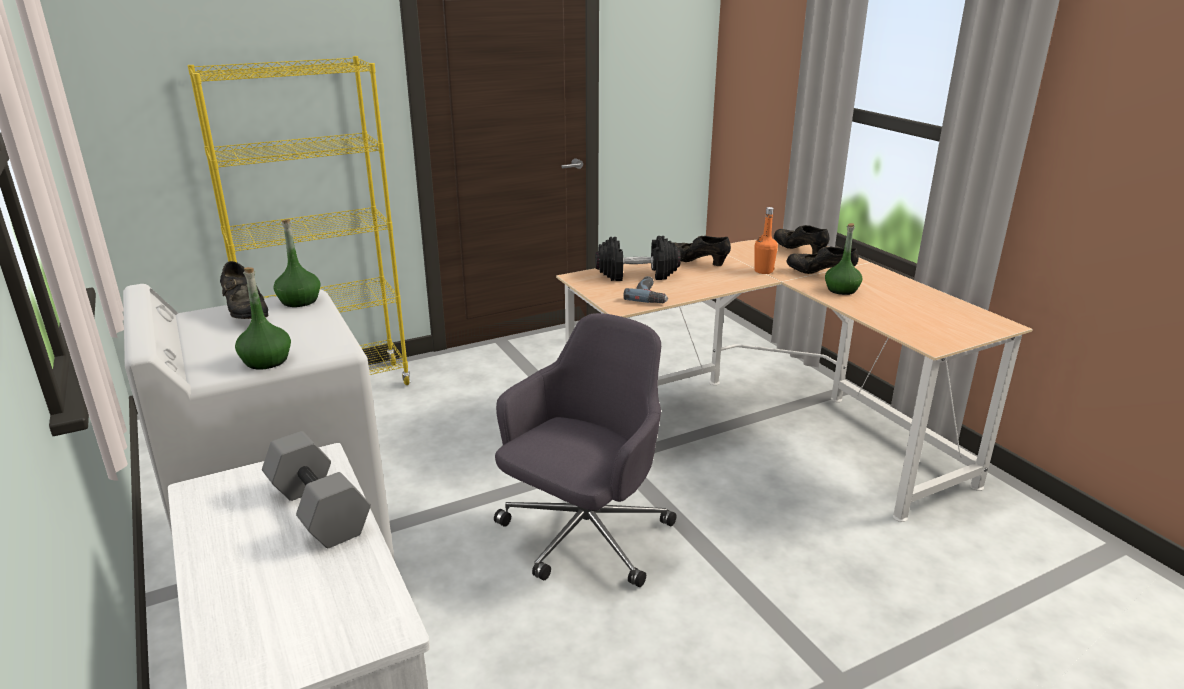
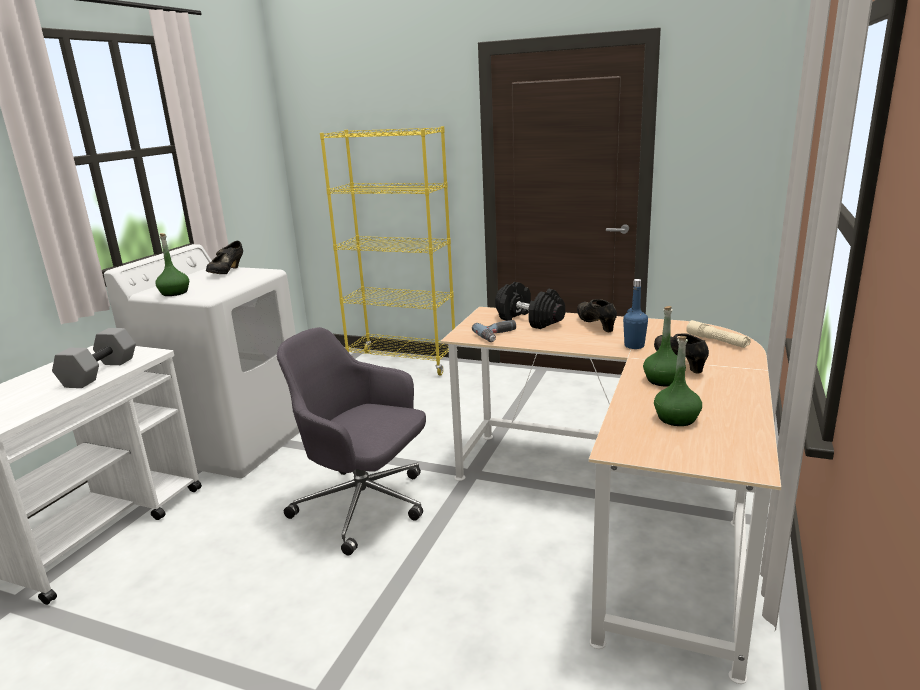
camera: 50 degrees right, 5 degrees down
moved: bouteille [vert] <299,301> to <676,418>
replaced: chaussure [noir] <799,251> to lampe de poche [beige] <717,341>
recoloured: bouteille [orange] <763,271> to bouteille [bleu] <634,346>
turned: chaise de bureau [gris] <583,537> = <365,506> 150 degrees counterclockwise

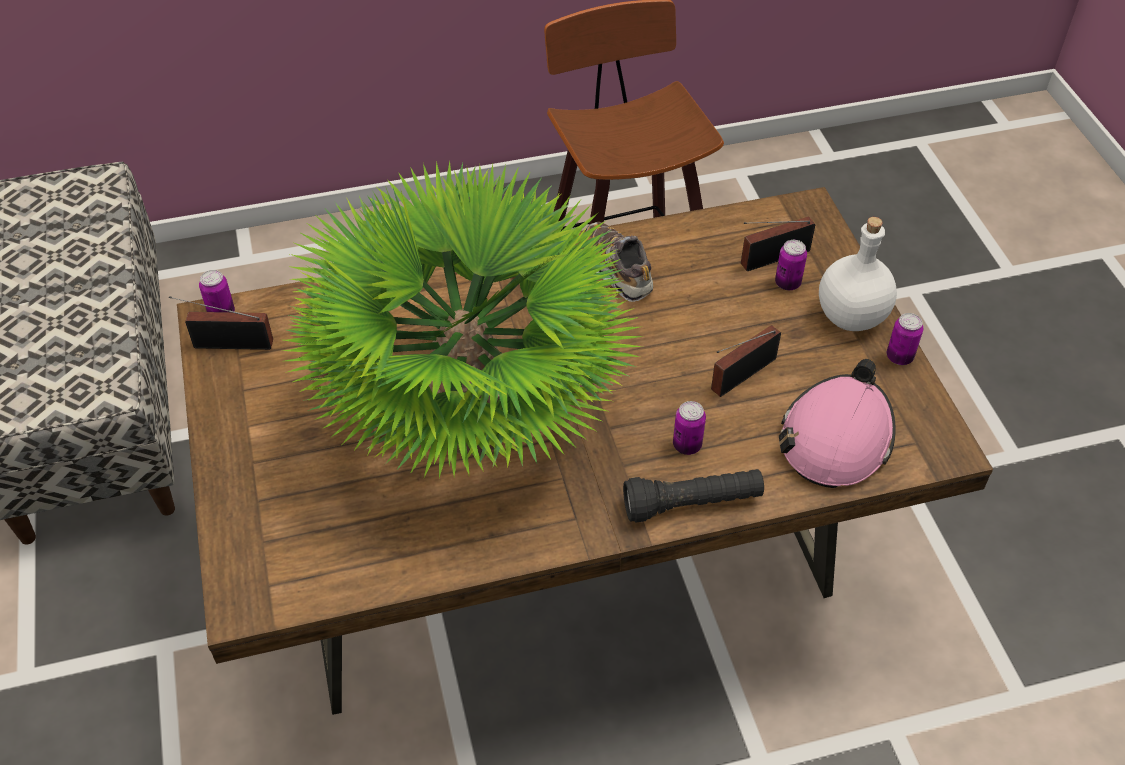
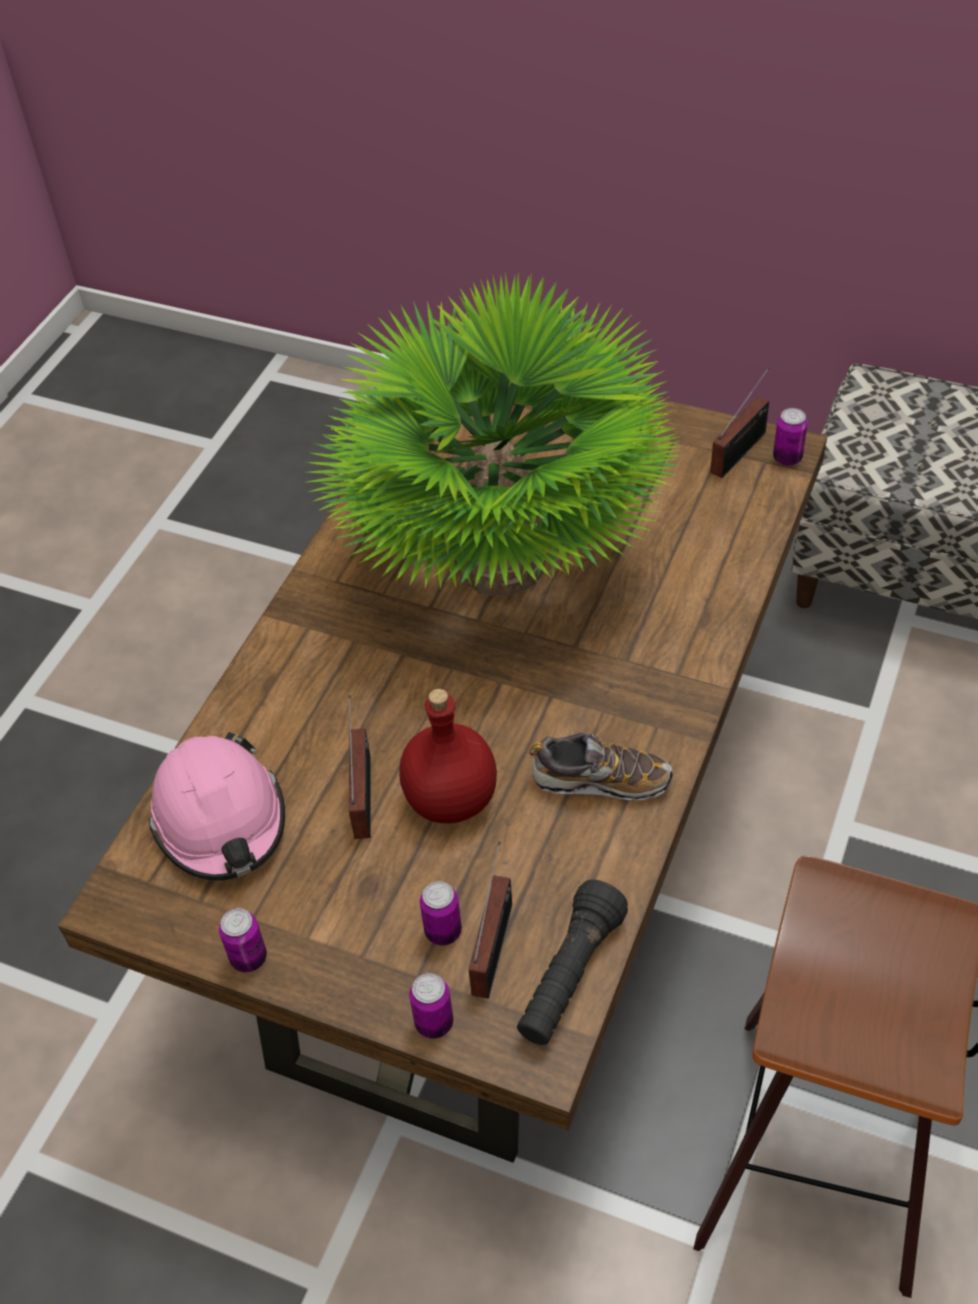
camera: 130 degrees right, 0 degrees up
removed: bouteille [blanc] <851,315>
added: bouteille [rouge] <449,799>
moved: lampe de poche [noir] <692,504> to <570,976>; boîte métallique <687,445> to <434,1023>

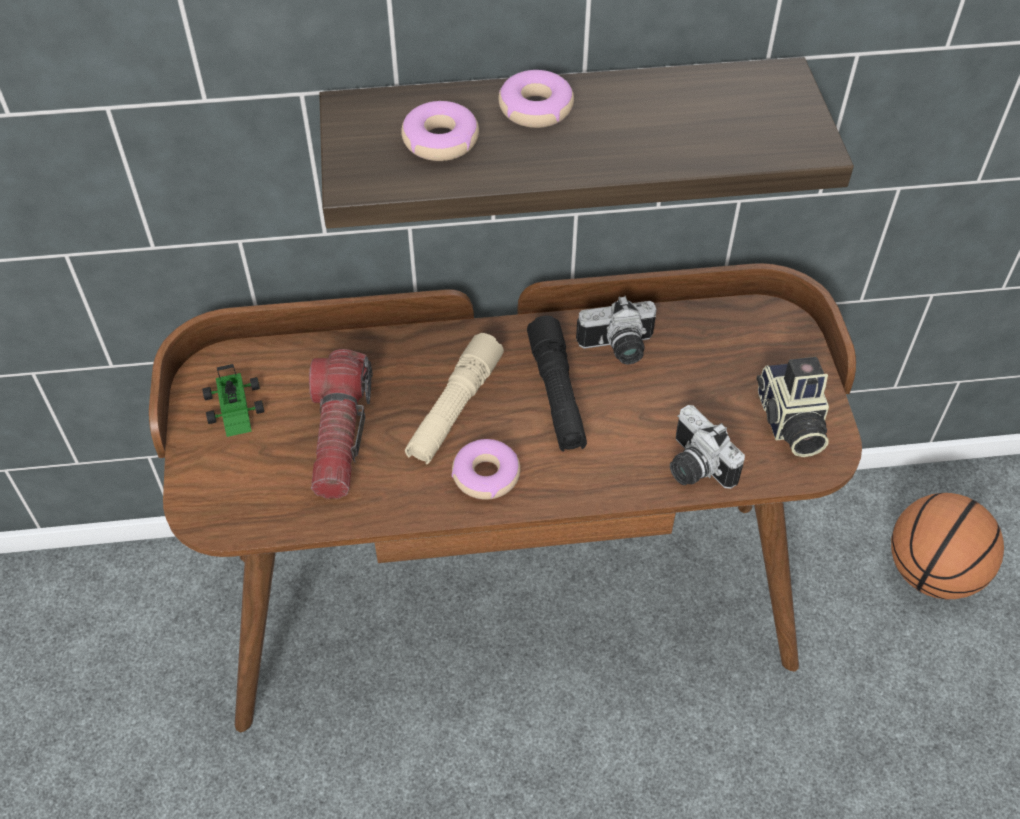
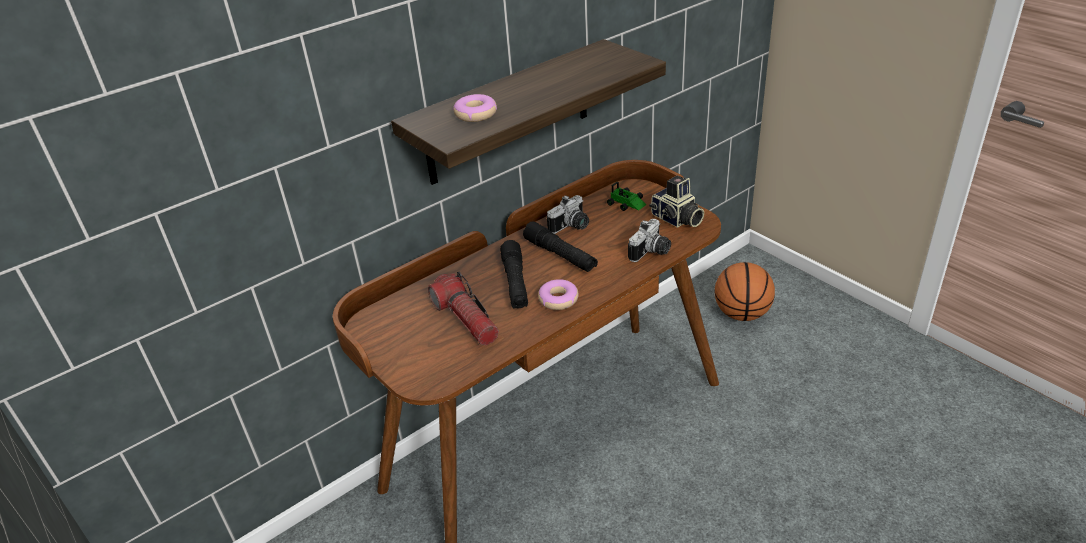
camera: 30 degrees left, 15 degrees down
removed: beignet <535,108>
moved: petite voiture <235,410> to <628,203>
recoloured: lampe de poche [beige] <454,409> to lampe de poche [noir] <515,283>
turned: appareil photo <693,467> = <652,253> 75 degrees counterclockwise

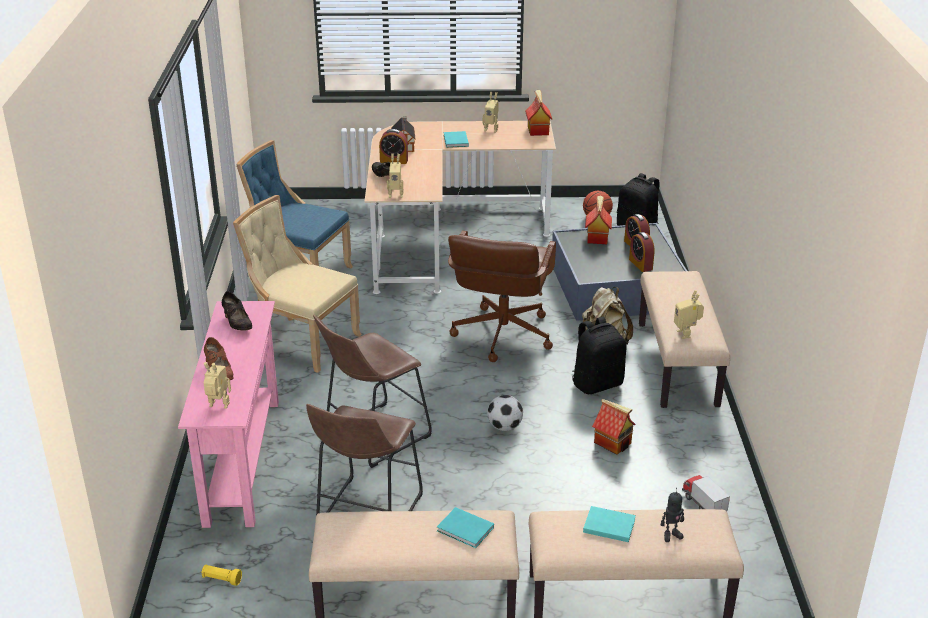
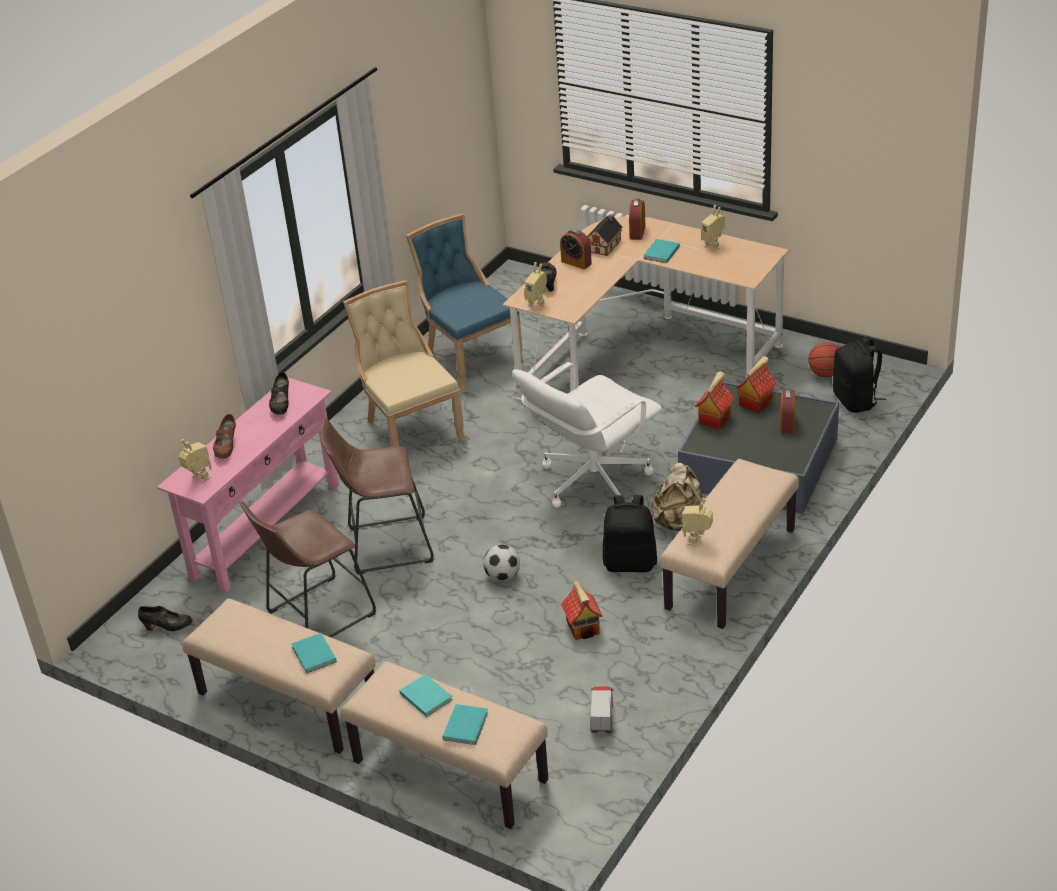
camera: 35 degrees right, 5 degrees up
moved: maison miniature <537,130> to <714,418>; réveil <640,264> to <637,232>
replaced: lampe de poche [jaune] <221,579> to chaussure [noir] <167,627>; robot jouet <671,535> to livre [turquoise] <466,725>
recoloured: chaise de bureau [marron] <502,335> to chaise de bureau [blanc] <592,481>

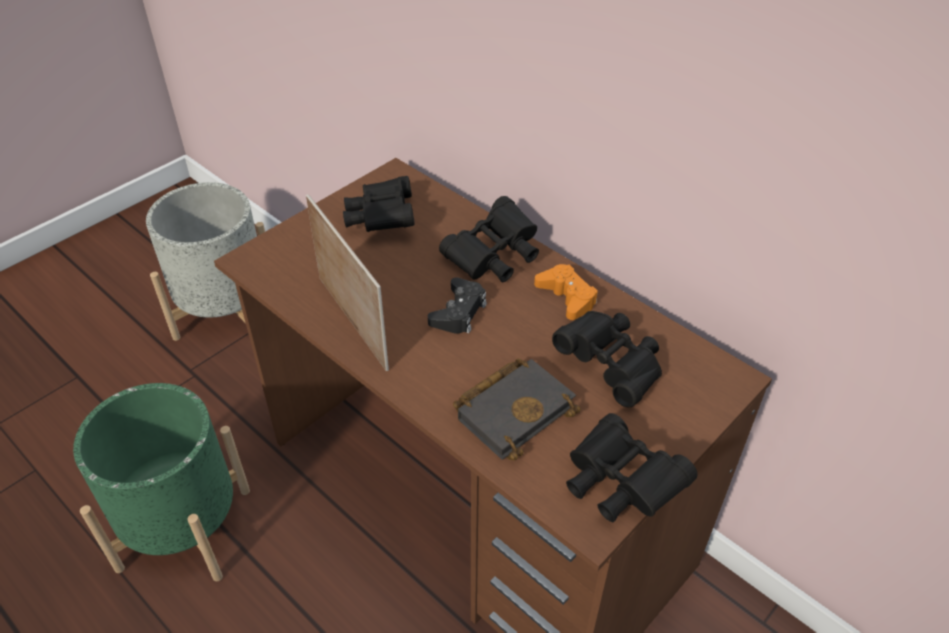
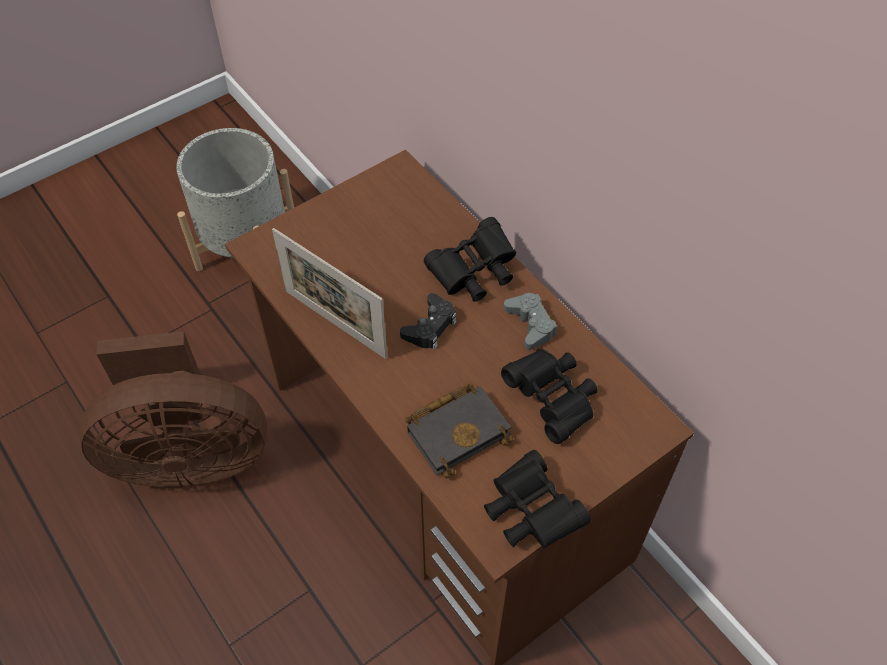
camera: 10 degrees right, 10 degrees up
removed: jumelles [noir] <381,219>
replaced: cache-pot [vert] <184,528> to ventilateur [marron] <188,455>
recoloured: manette [orange] <567,297> to manette [gris] <530,324>
turned: cadre photo <352,322> = <335,324> 150 degrees clockwise

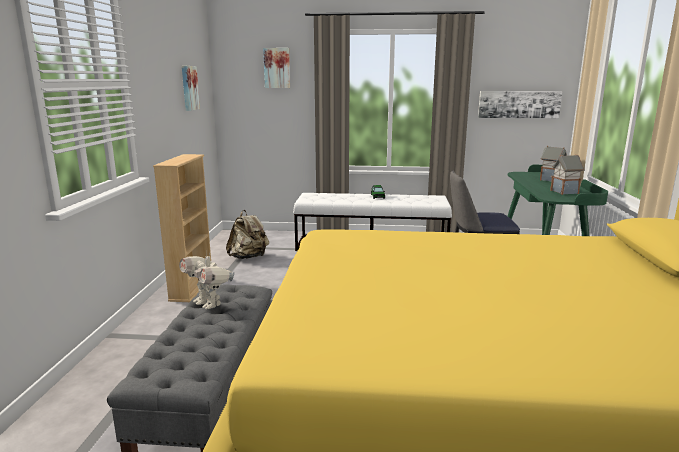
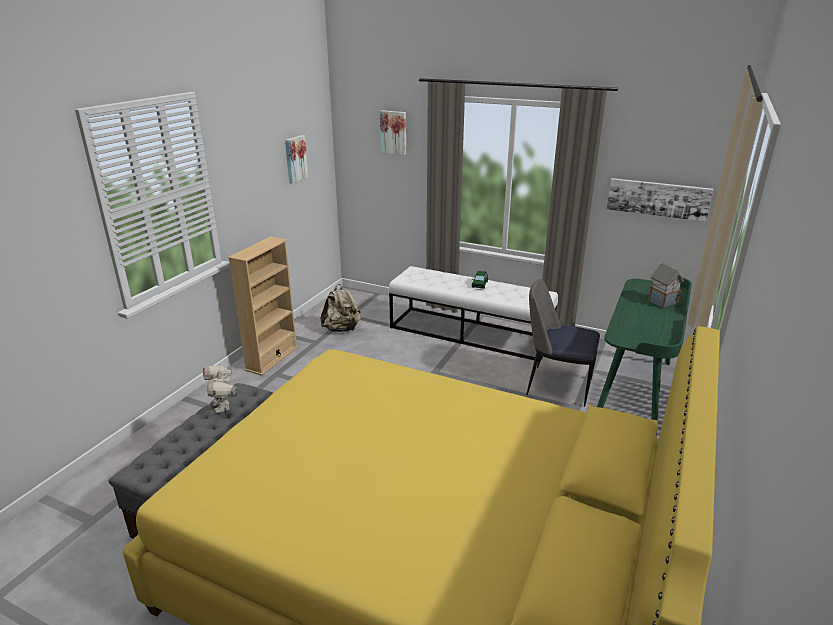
camera: 20 degrees right, 10 degrees up
removed: maison miniature <564,192>

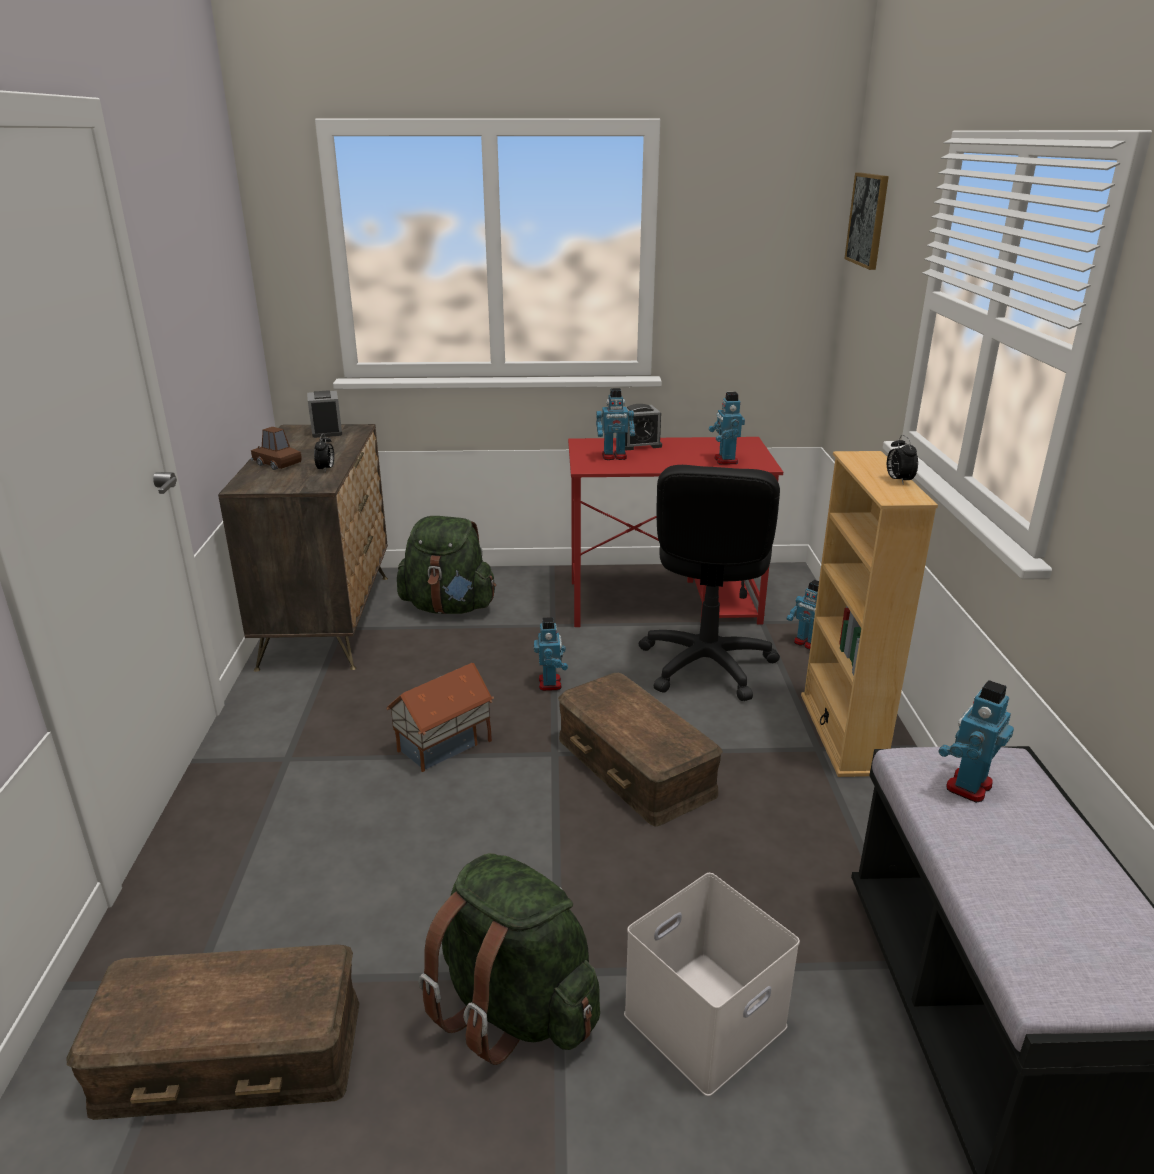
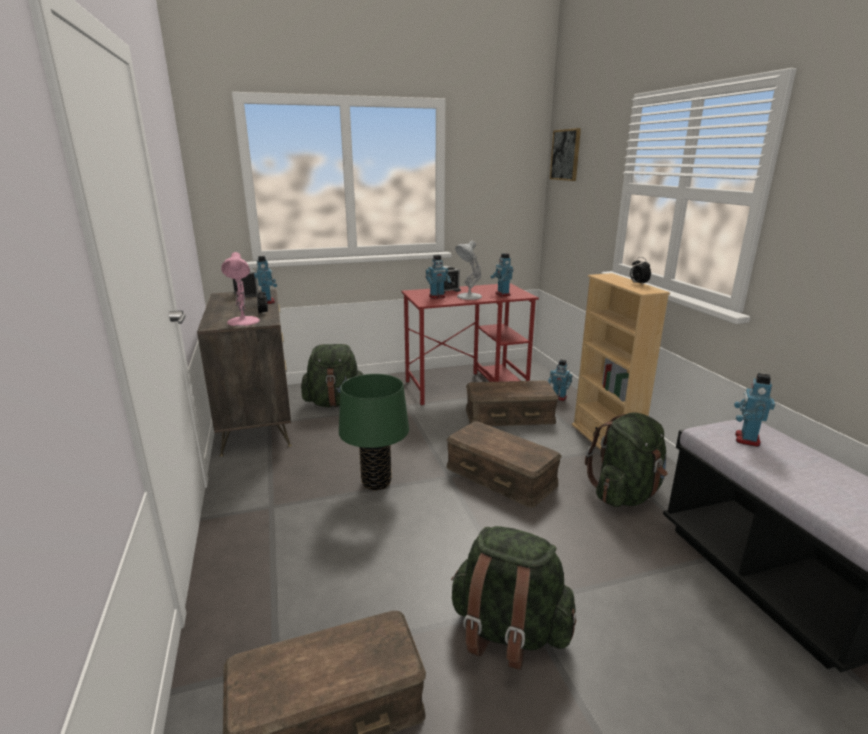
camera: 15 degrees left, 5 degrees down
removed: petite voiture [marron] <277,463>; boîte de rangement [blanc] <705,1023>
added: lampe de table [rose] <243,322>; lampe de table [blanc] <468,297>; sac à dos [vert] <625,494>
moved: robot jouet <550,683> to <268,302>
replaced: maison miniature <445,746> to lampe de table [vert] <376,483>; chaise de bureau [noir] <705,665> to boîte de rangement [marron] <509,416>

